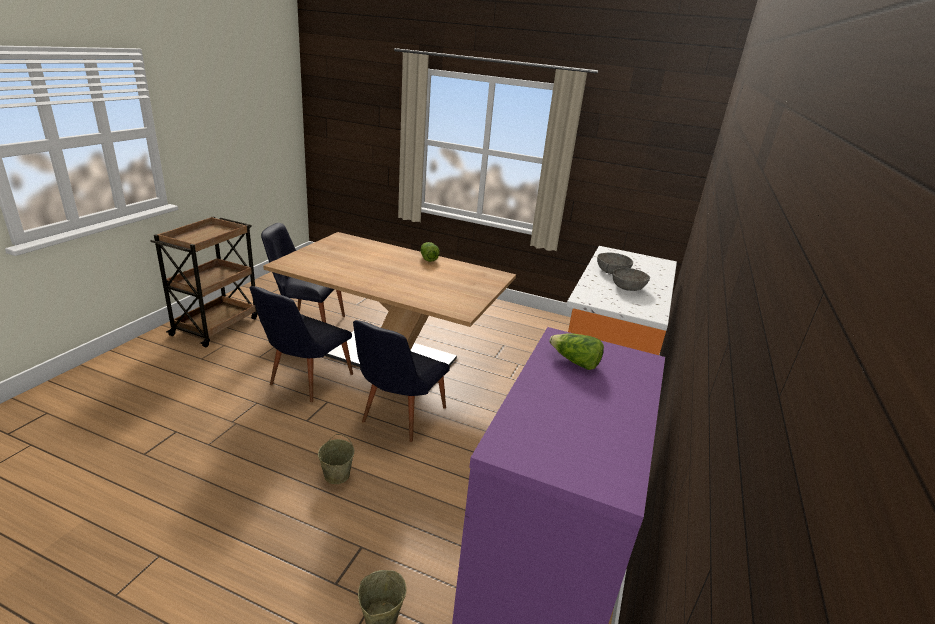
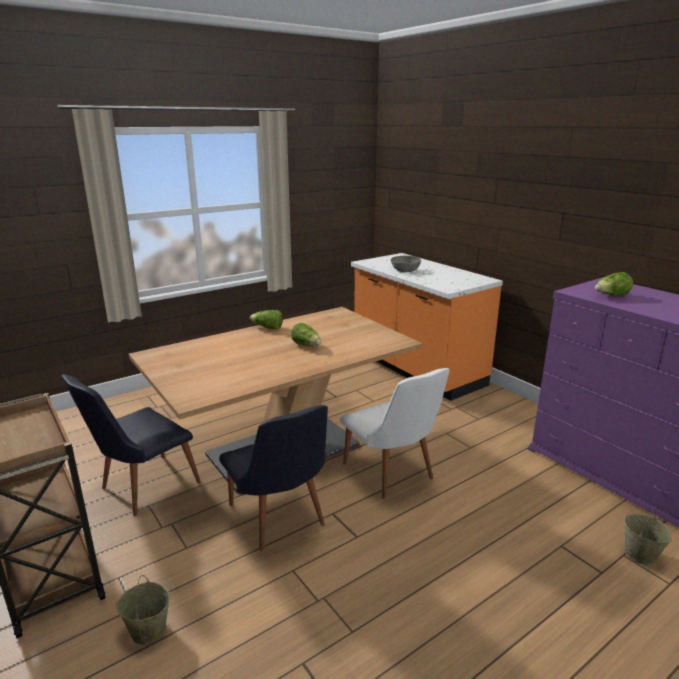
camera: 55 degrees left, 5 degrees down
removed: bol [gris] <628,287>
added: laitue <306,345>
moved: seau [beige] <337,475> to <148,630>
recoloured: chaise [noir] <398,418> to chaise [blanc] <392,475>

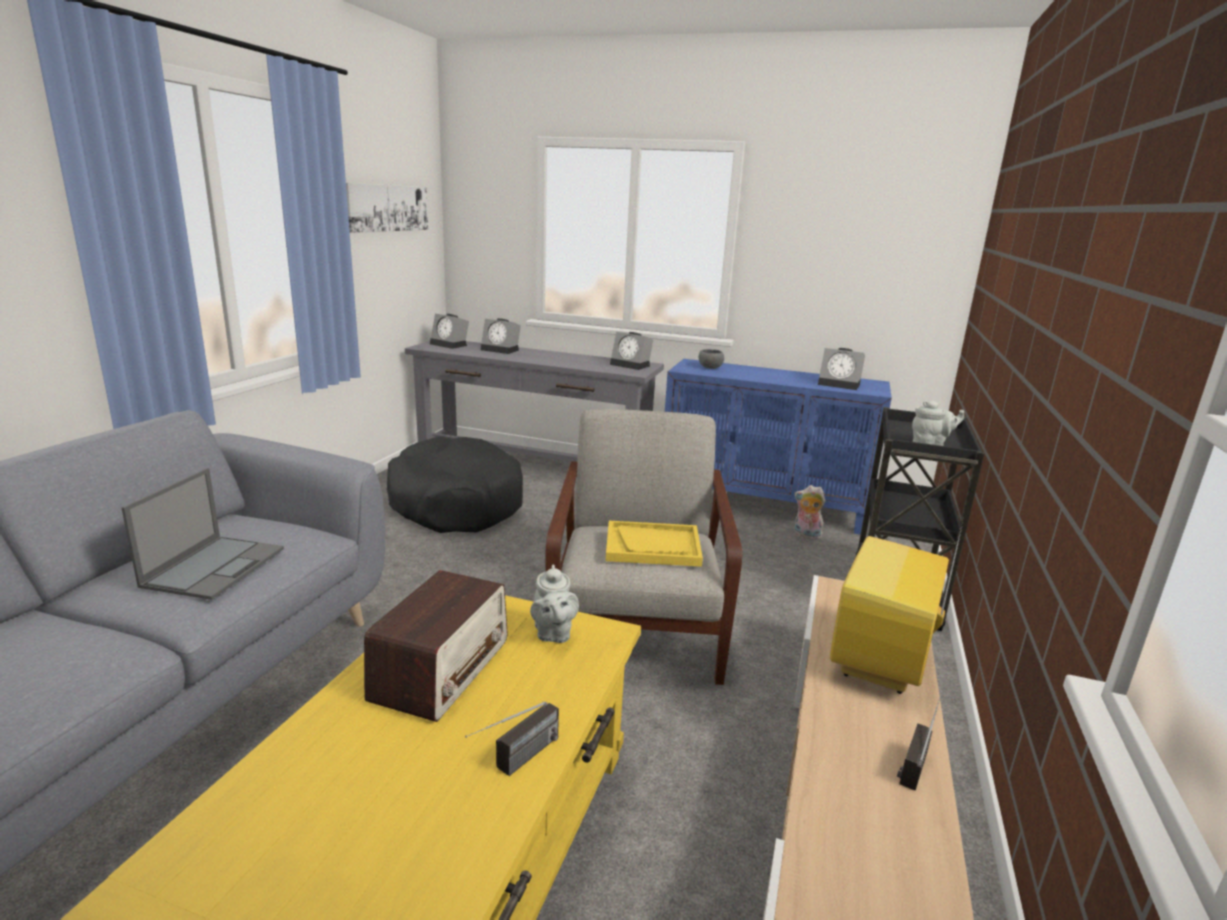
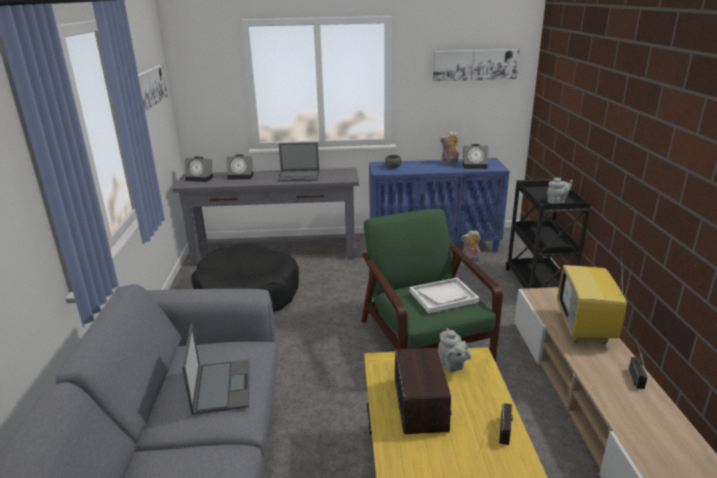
camera: 20 degrees left, 5 degrees up
removed: réveil <632,365>
added: ordinateur portable <299,176>; tableau <475,64>; peluche <449,163>
recoloured: fauteuil [gris] <636,620> to fauteuil [vert] <423,340>; plateau [jaune] <653,546> to plateau [blanc] <443,296>

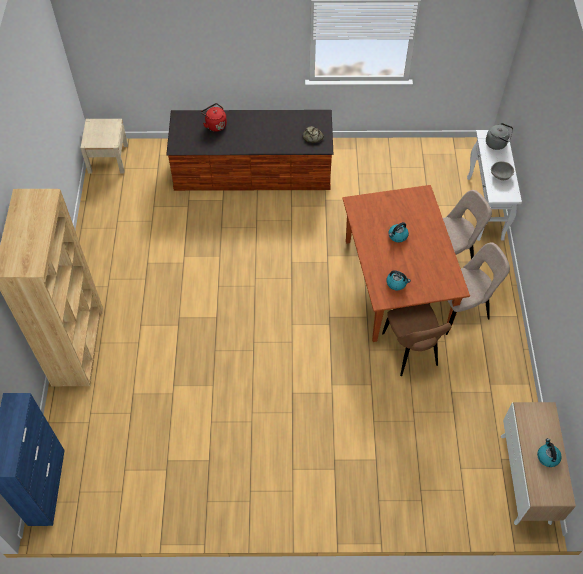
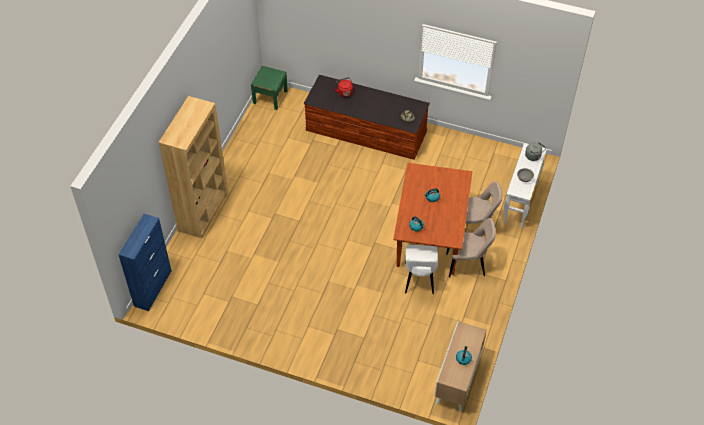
camera: 20 degrees right, 5 degrees down
recoloured: table de chevet [beige] <108,158> to table de chevet [vert] <270,97>; chaise [marron] <411,352> to chaise [blanc] <419,280>

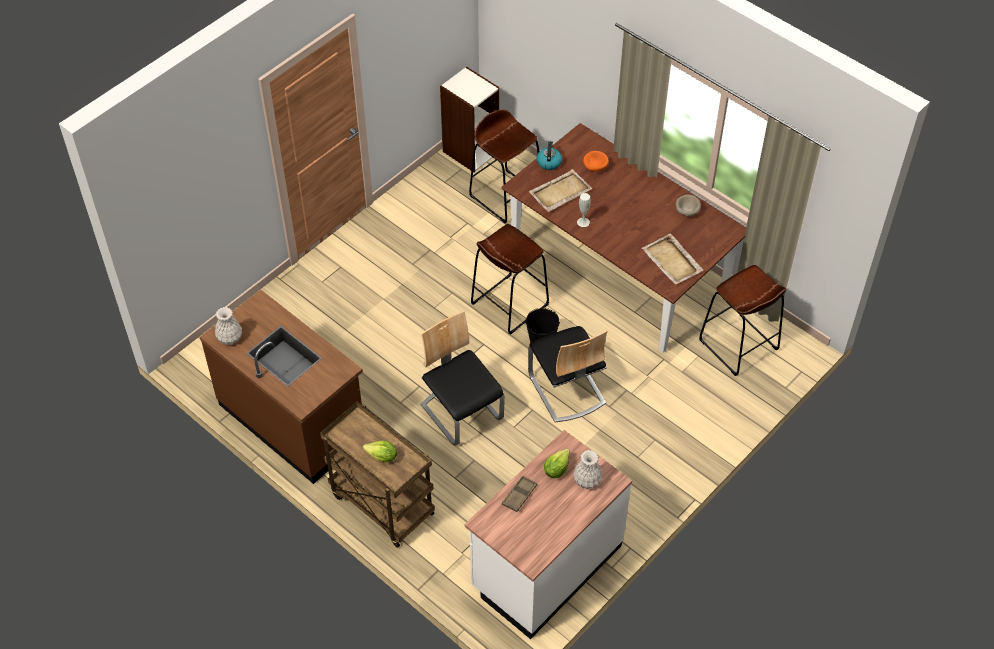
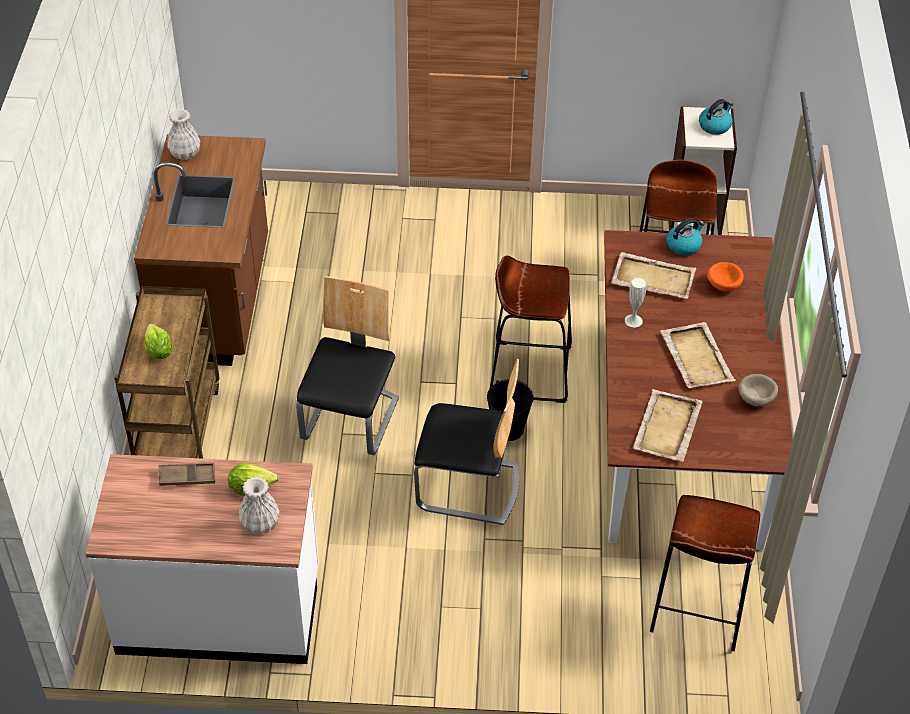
camera: 50 degrees right, 5 degrees down
added: plateau [beige] <696,357>; bouilloire <715,126>
turned: chaise <566,389> = <468,487> 105 degrees counterclockwise

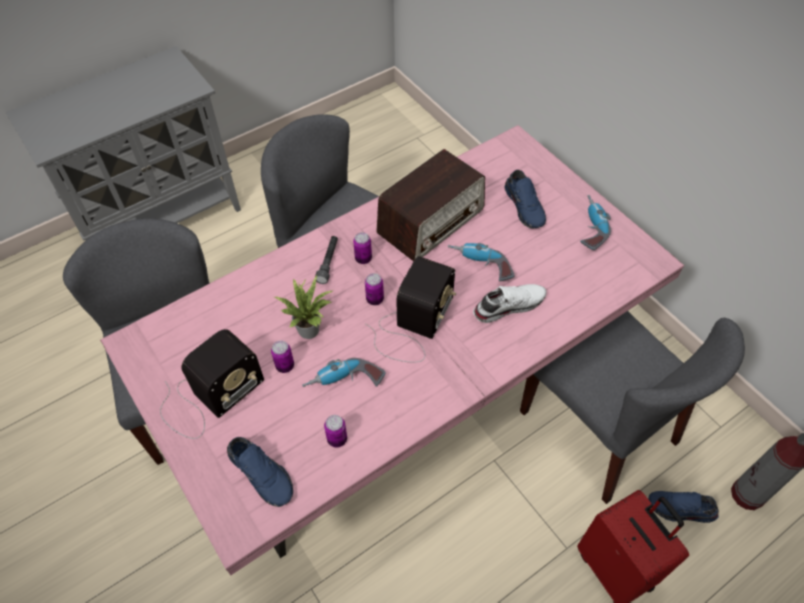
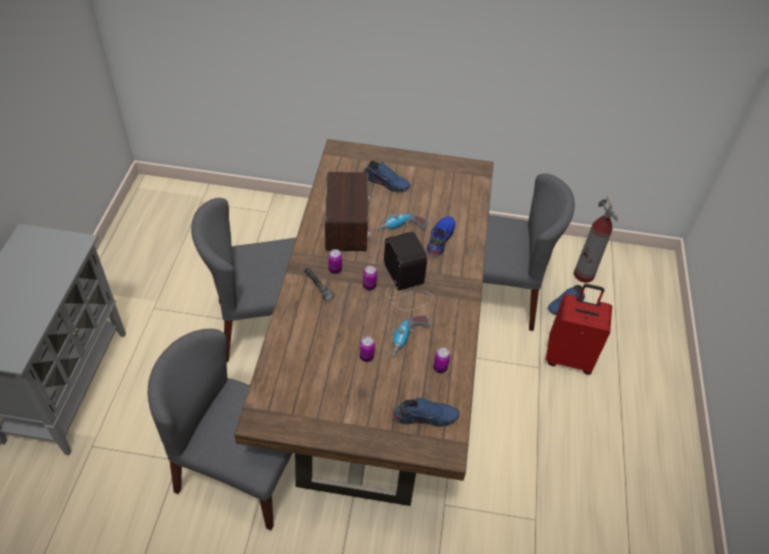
camera: 50 degrees left, 5 degrees down
removed: radio <208,398>; plante en pot <310,328>; perceuse <590,228>
recoloured: table à manger [rose] <403,399> to table à manger [marron] <377,364>; chaussure [blanc] <508,305> to chaussure [bleu] <439,239>

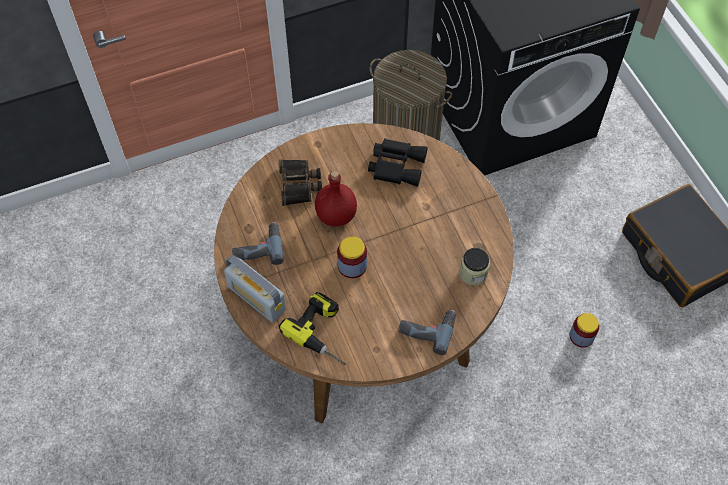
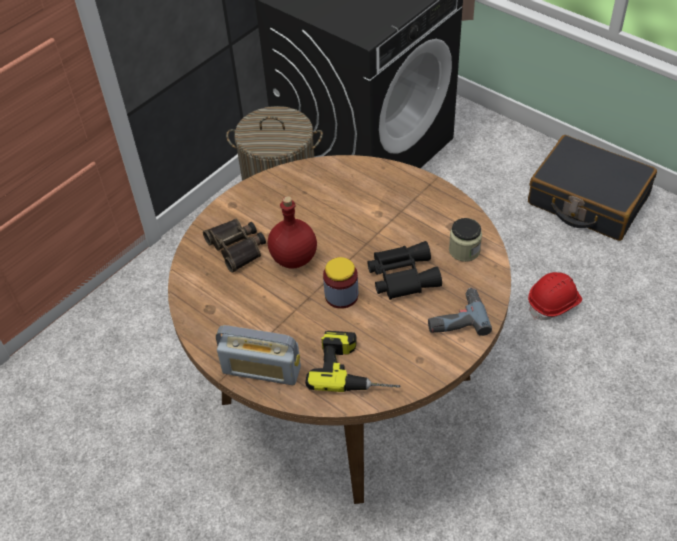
camera: 25 degrees left, 10 degrees down
removed: perceuse <258,247>
moved: jumelles [noir] <396,165> to <401,275>
replaced: bocal <581,336> to casque de chantier [rouge] <554,303>

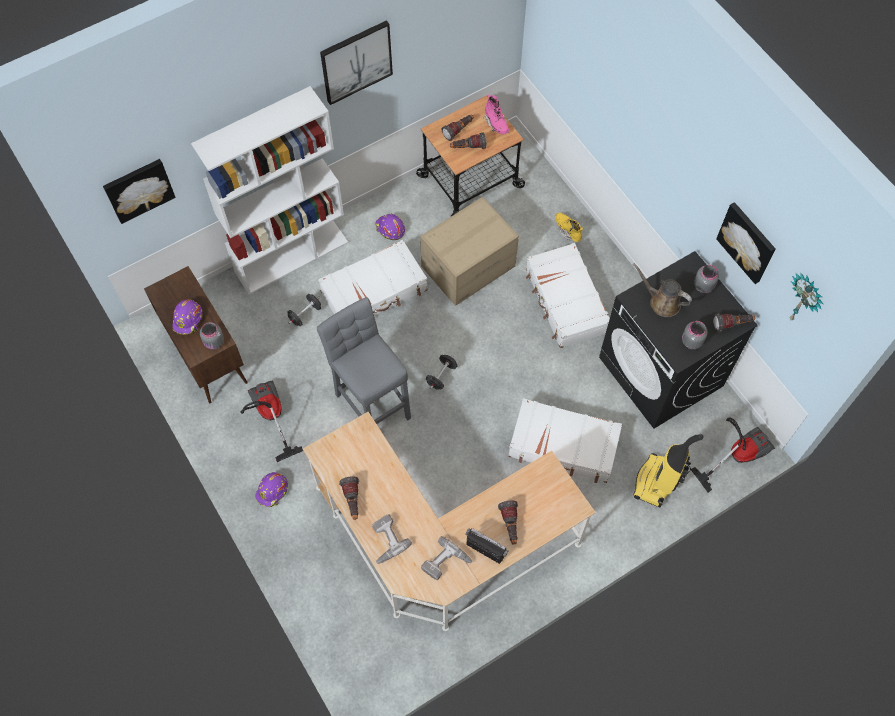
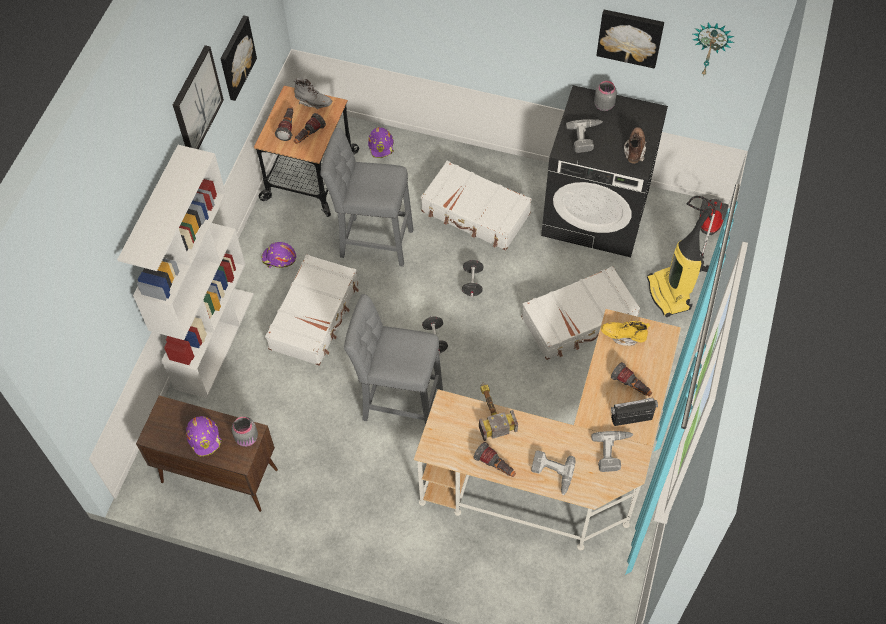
camera: 40 degrees left, 5 degrees down
removed: aspirateur <269,417>; lampe de poche <732,324>
added: marteau <491,411>
moved: tableau <138,189> to <236,57>; casque de chantier [violet] <272,491> to <381,146>; haltère [noir] <305,314> to <472,283>; botte [jaune] <568,230> to <623,336>
replaced: carton <468,266> to tabouret [gris] <372,241>; arrosoir [marron] <662,302> to perceuse <586,137>; bocal [gris] <691,341> to botte [marron] <634,150>
recoloured: botte [rose] <496,123> to botte [gris] <313,102>

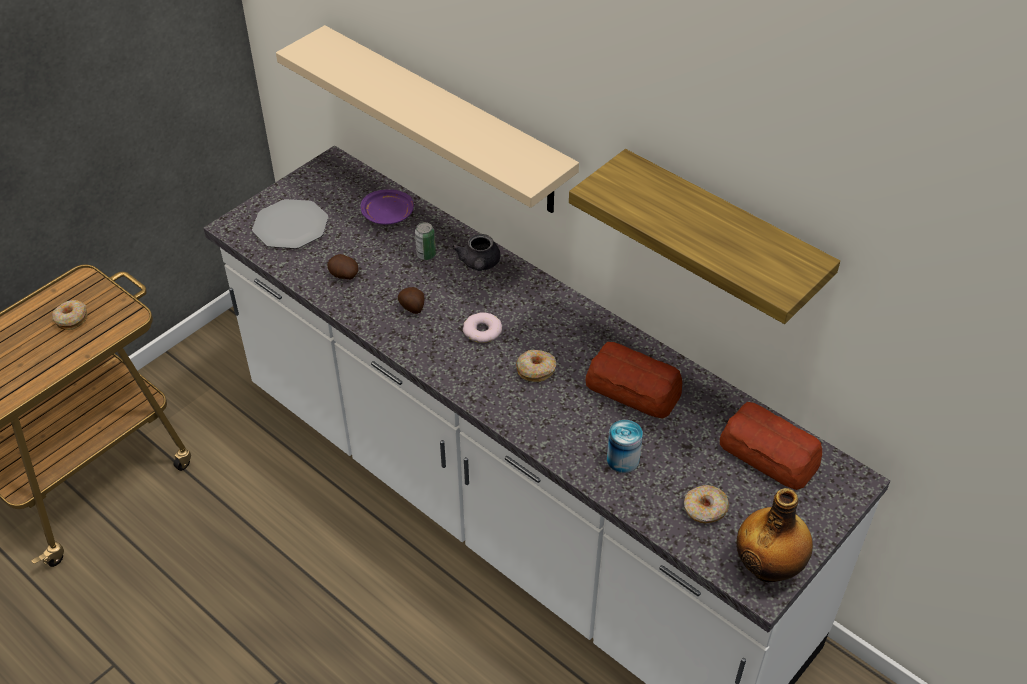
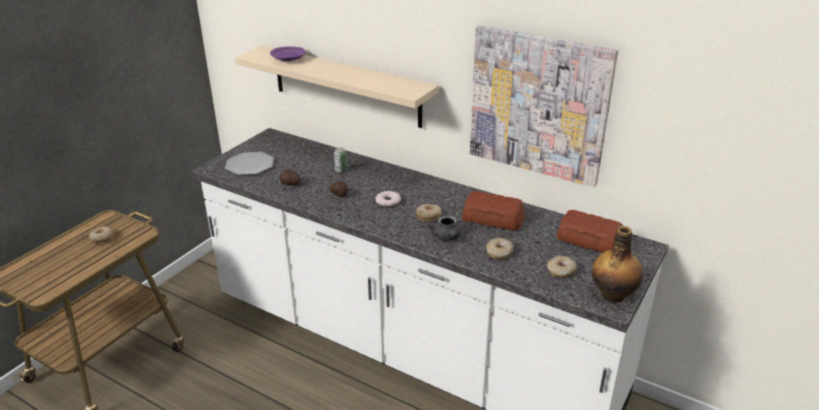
camera: 10 degrees left, 15 degrees down
moved: assiette [violet] <388,215> to <289,59>; théière [gris] <479,264> to <447,237>
replaced: étagère <722,235> to tableau <538,105>; boîte métallique <623,459> to beignet <499,253>

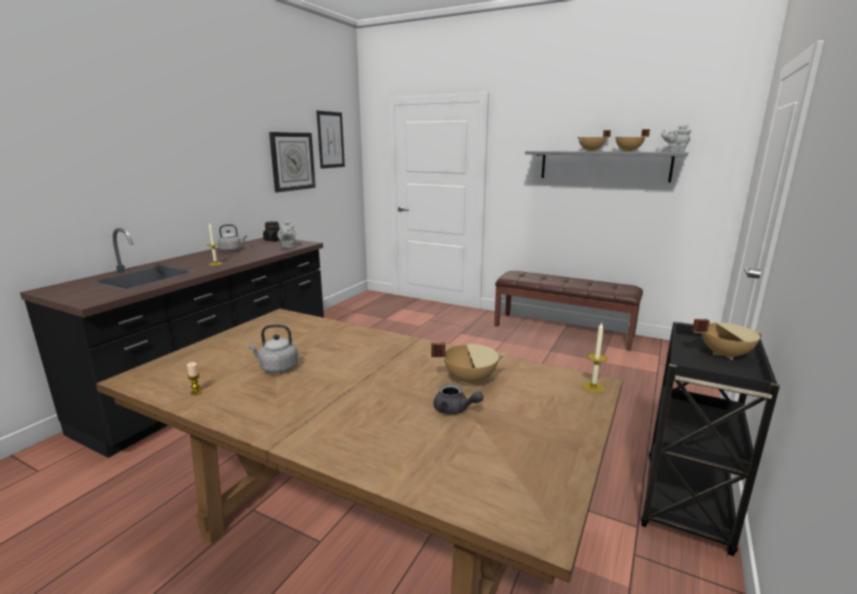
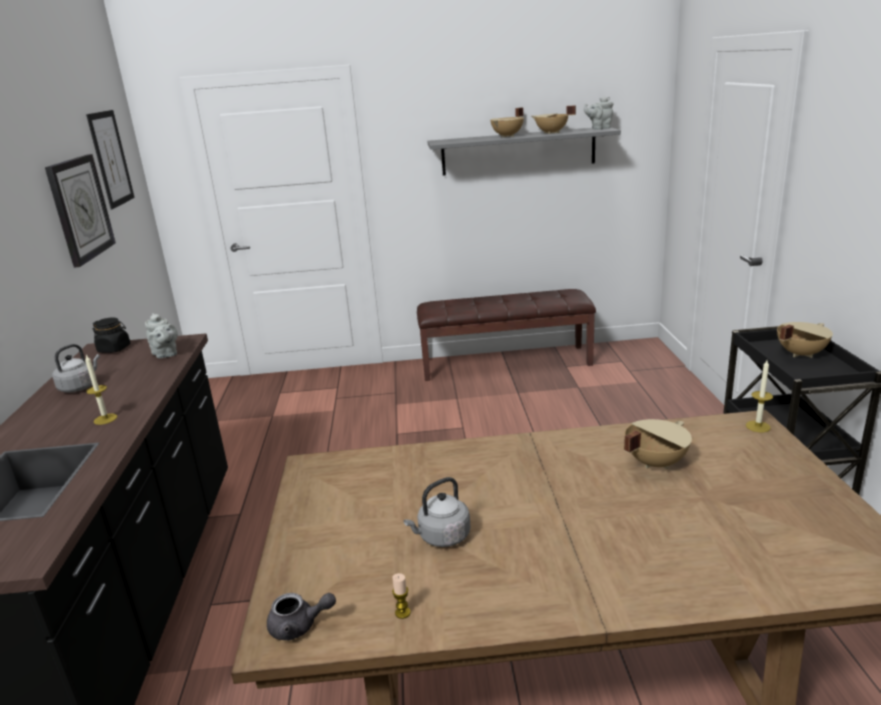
camera: 30 degrees left, 5 degrees up
moved: théière [gris] <455,410> to <299,626>

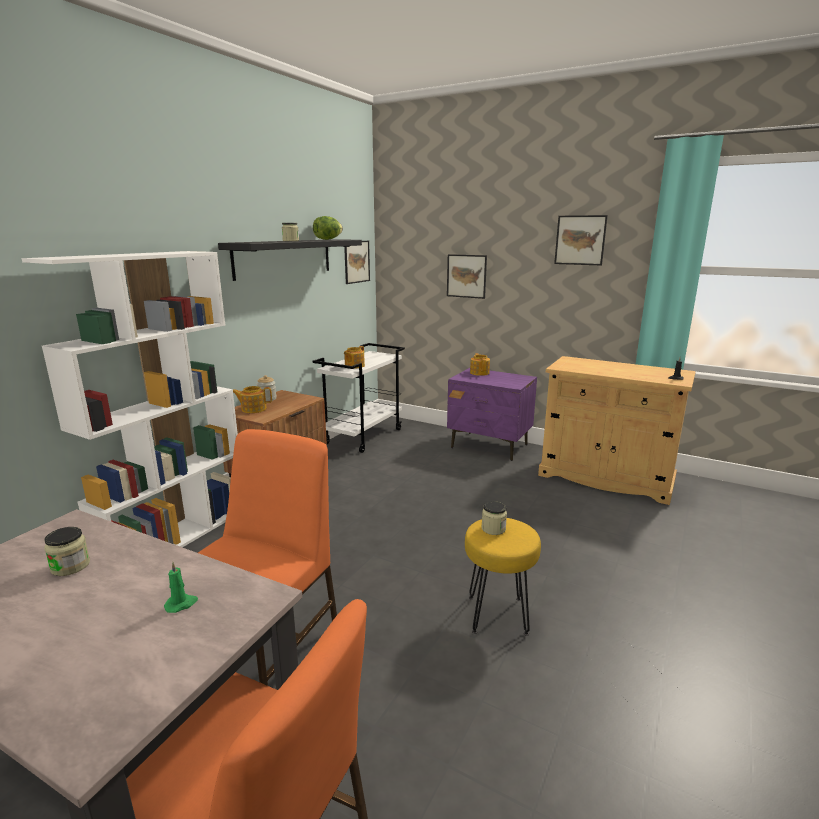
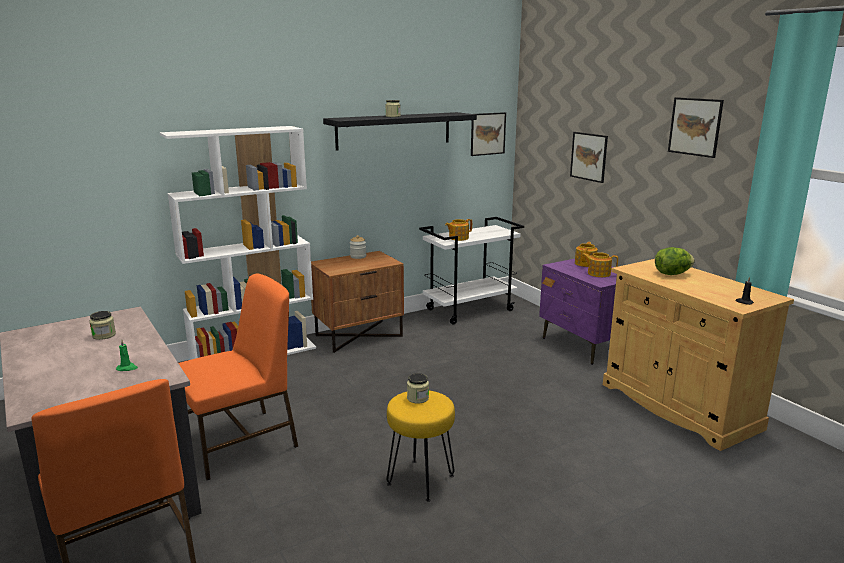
camera: 30 degrees right, 0 degrees up
moved: théière <253,409> to <598,273>; laitue <327,239> to <672,274>

